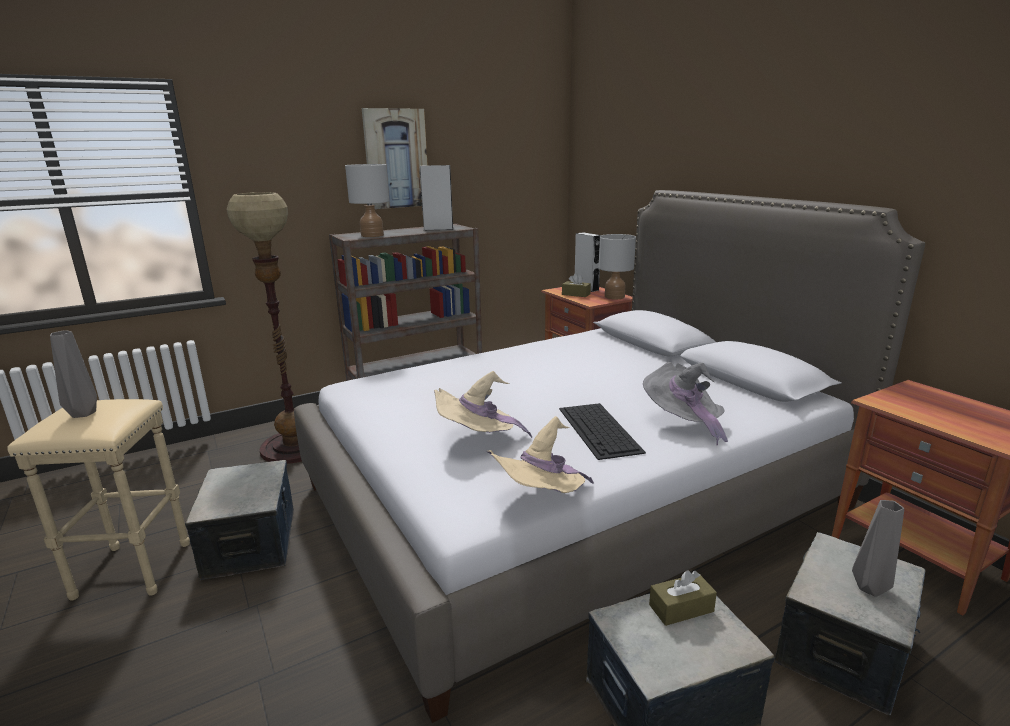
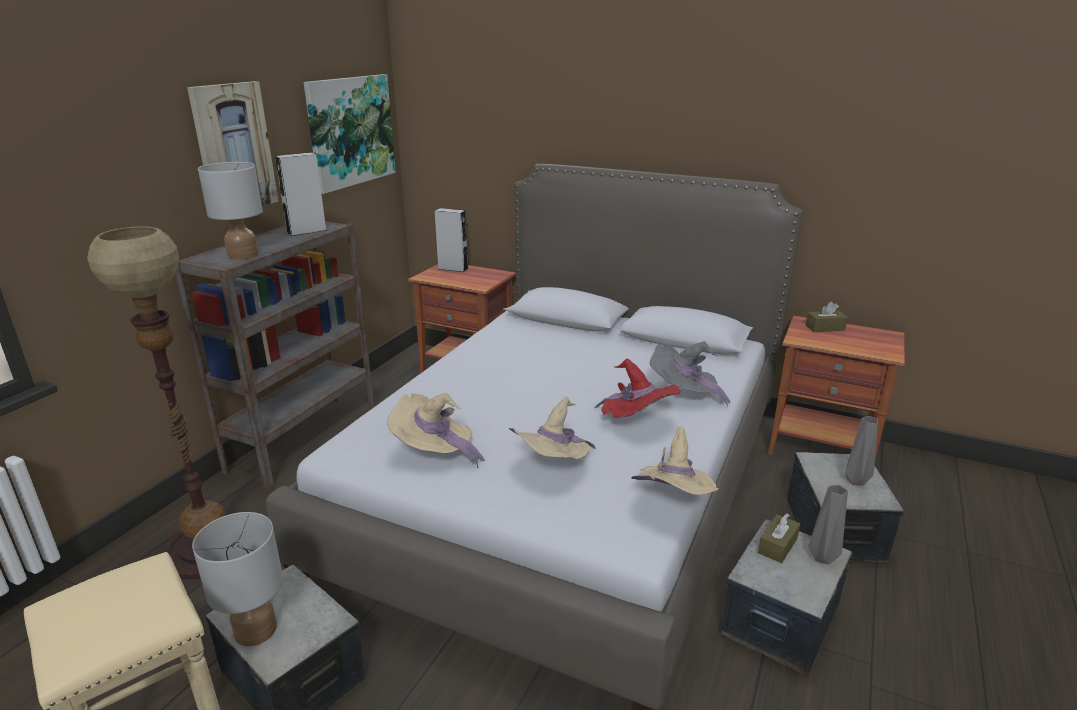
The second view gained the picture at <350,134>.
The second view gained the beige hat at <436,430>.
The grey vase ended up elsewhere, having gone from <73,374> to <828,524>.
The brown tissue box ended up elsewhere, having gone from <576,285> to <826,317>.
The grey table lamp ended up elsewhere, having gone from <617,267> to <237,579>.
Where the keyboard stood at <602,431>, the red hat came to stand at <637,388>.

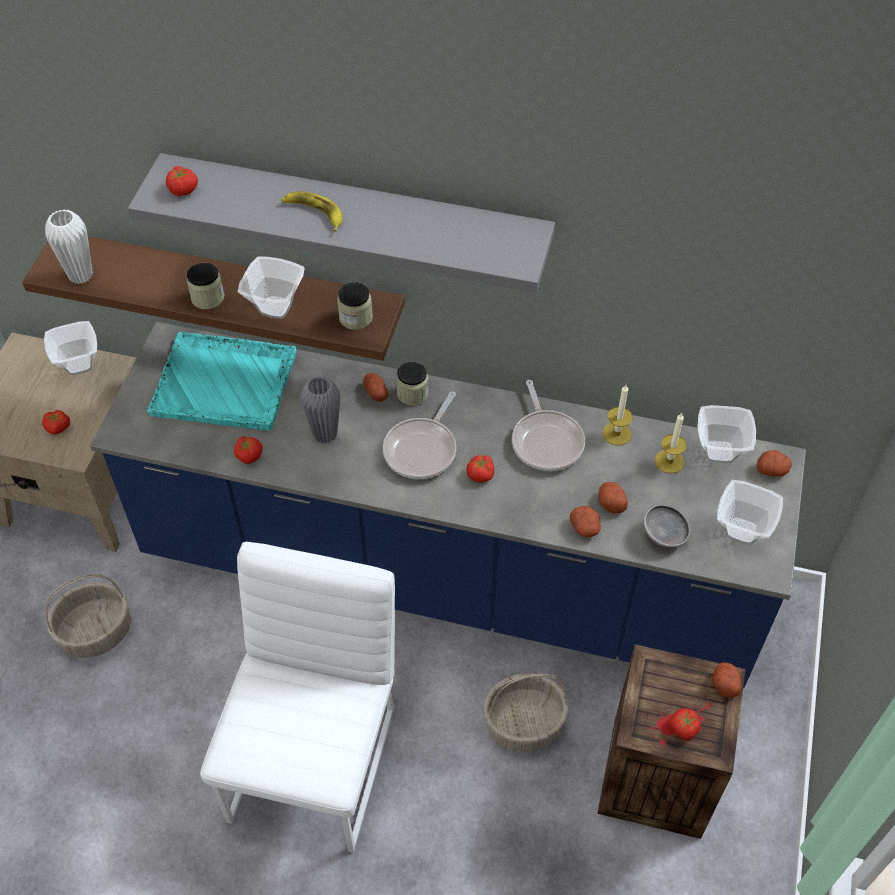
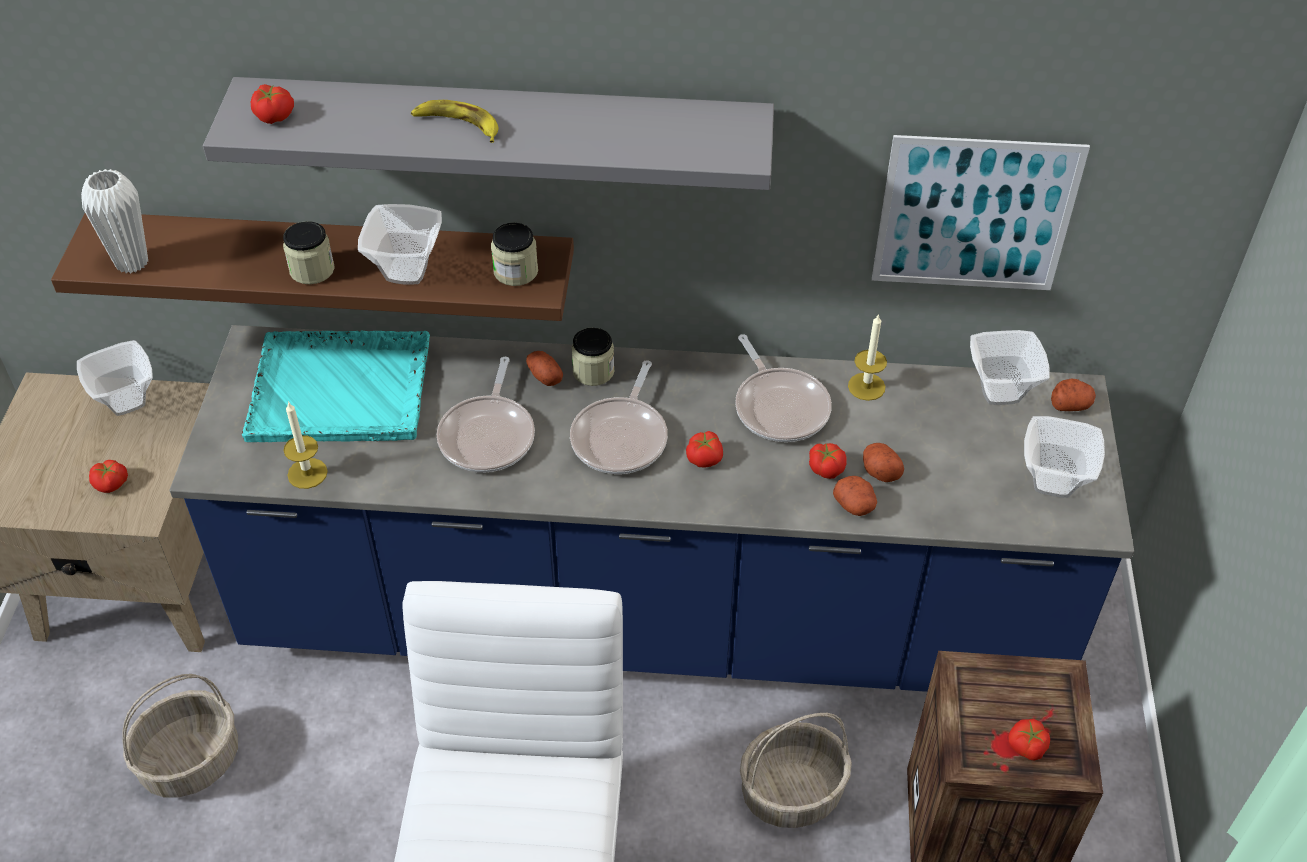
The second view lost the grey bowl at <666,526>.
The second view lost the potato at <726,680>.
The second view gained the picture at <981,212>.
The tomato ended up elsewhere, having gone from <248,450> to <828,461>.
The candle ended up elsewhere, having gone from <671,442> to <305,445>.
Where the grey vase stood at <320,410>, the frying pan came to stand at <486,414>.

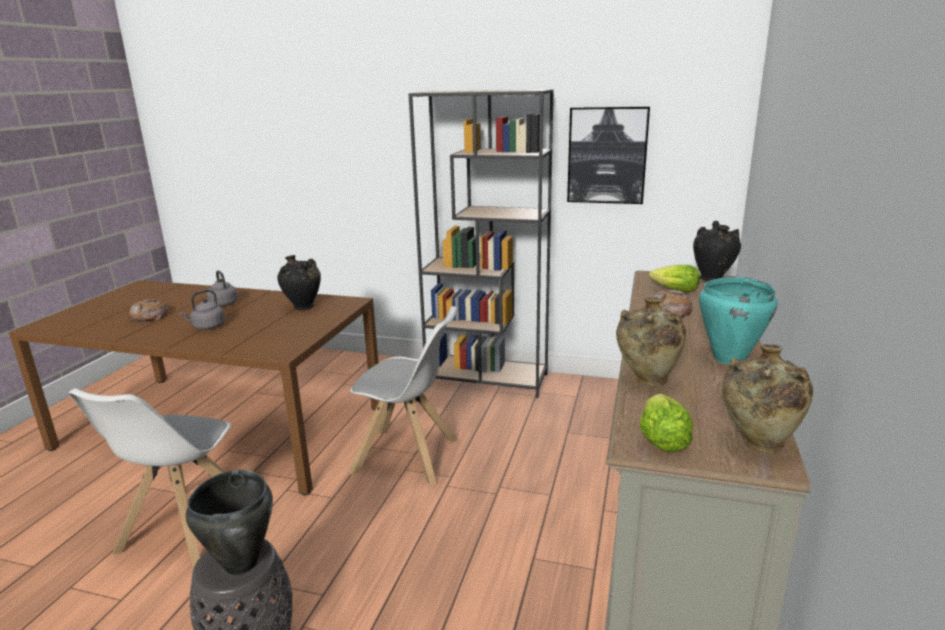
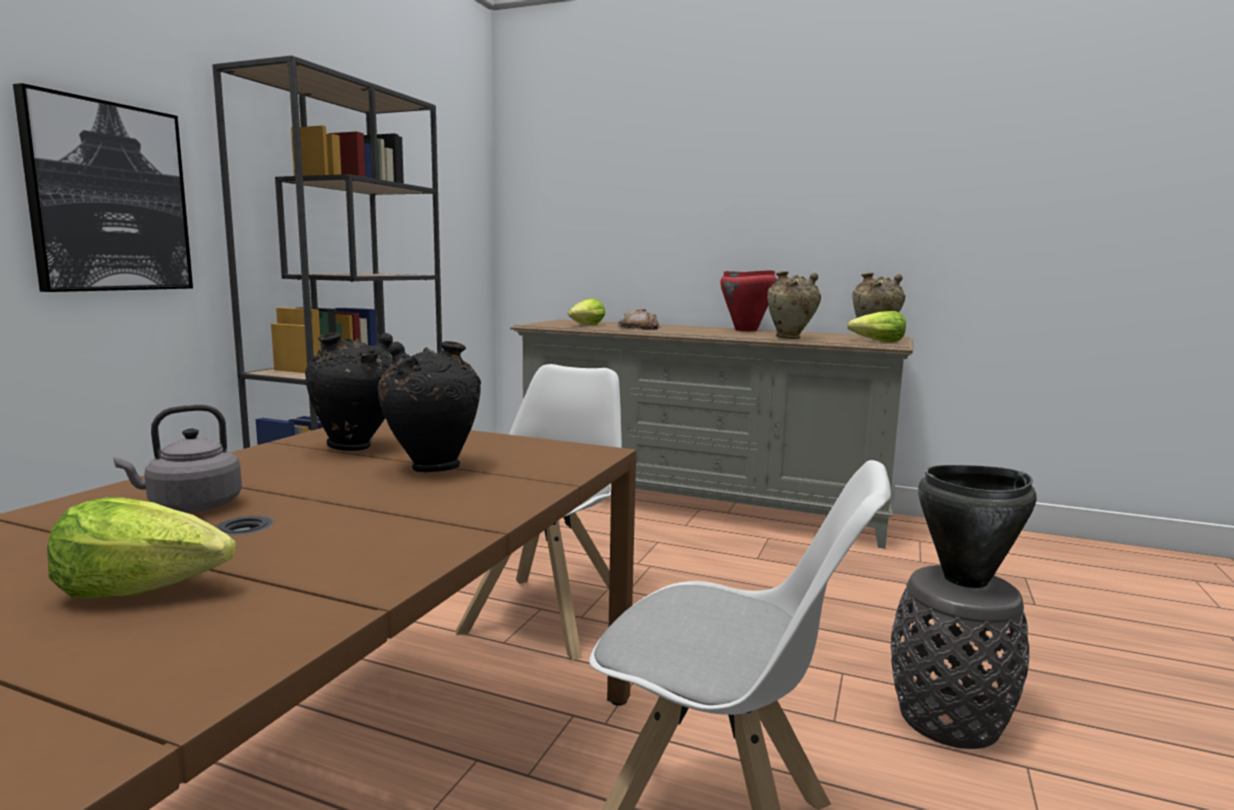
The second view lost the grey kettle at <202,310>.
The picture ended up elsewhere, having gone from <608,155> to <103,187>.
The black vase ended up elsewhere, having gone from <717,251> to <429,406>.
Where the bread stood at <148,310>, the lettuce came to stand at <141,547>.
What was the turquoise cooking pot at <738,321> turned into the red cooking pot at <748,300>.

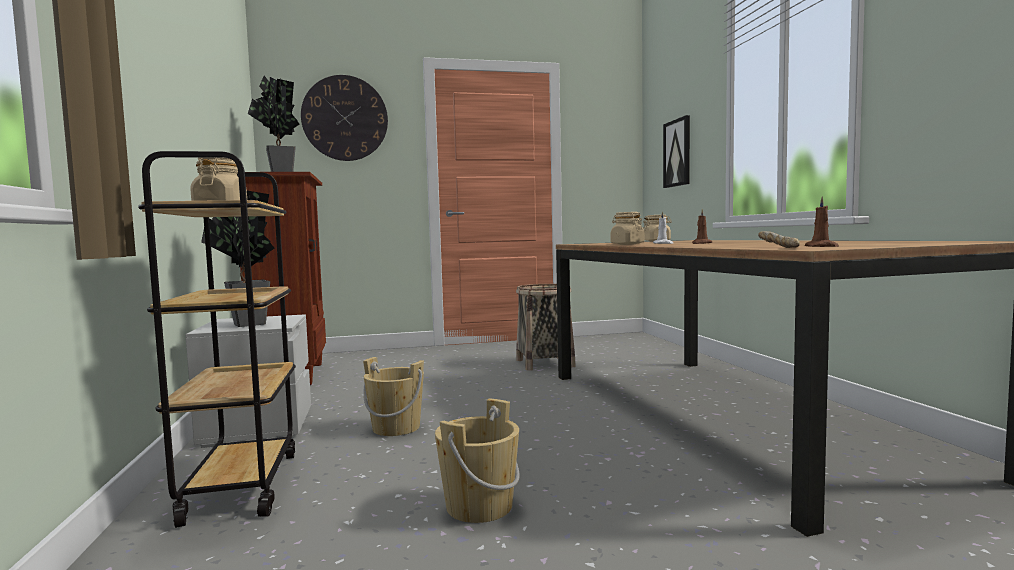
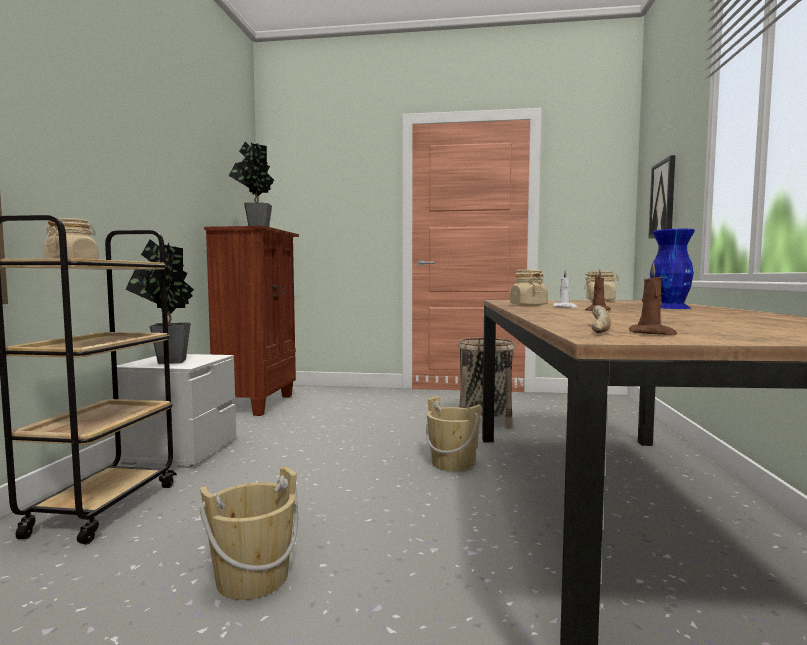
The second view lost the wall clock at <344,118>.
The second view gained the blue vase at <672,269>.
The beige bucket ended up elsewhere, having gone from <393,396> to <453,433>.

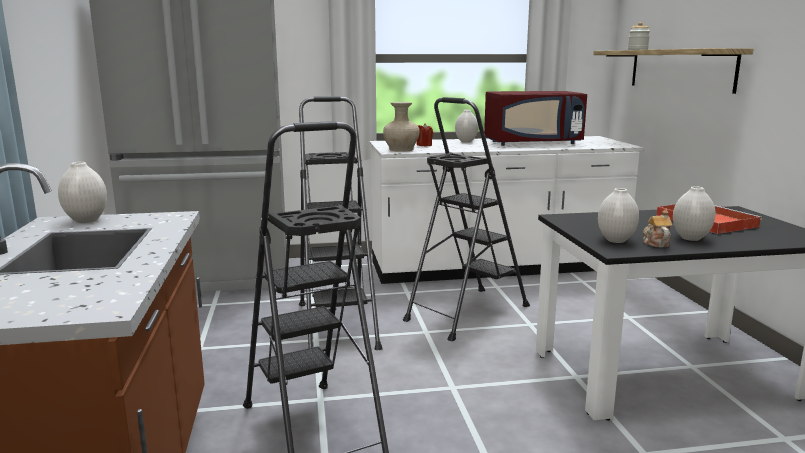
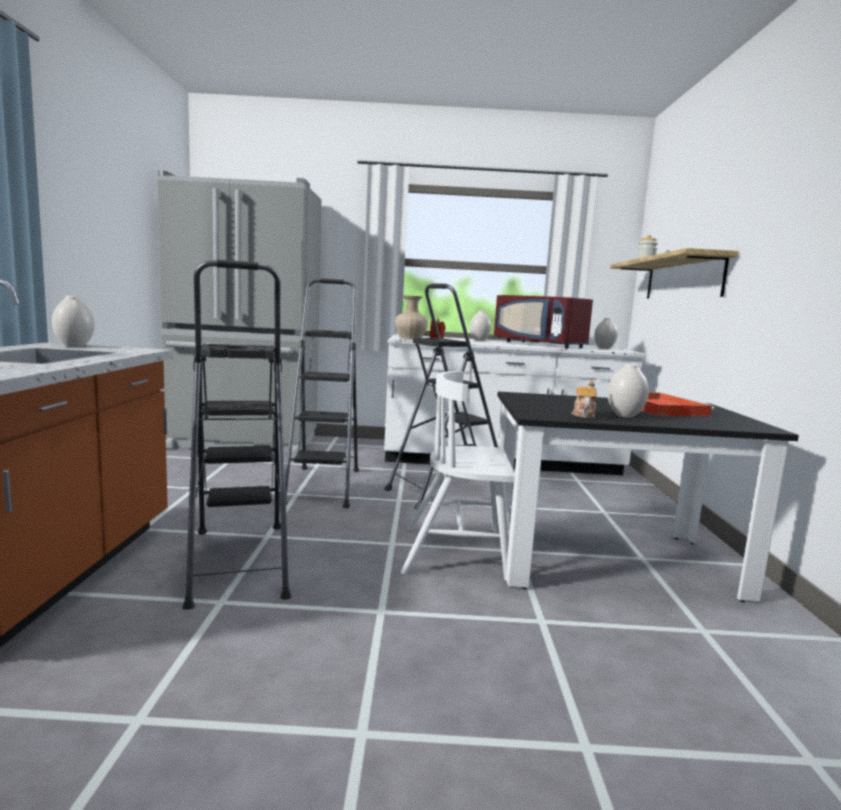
The second view gained the white chair at <458,476>.
The white vase ended up elsewhere, having gone from <618,215> to <606,333>.
The red microwave at <535,118> ended up facing another way, 45 degrees clockwise from before.

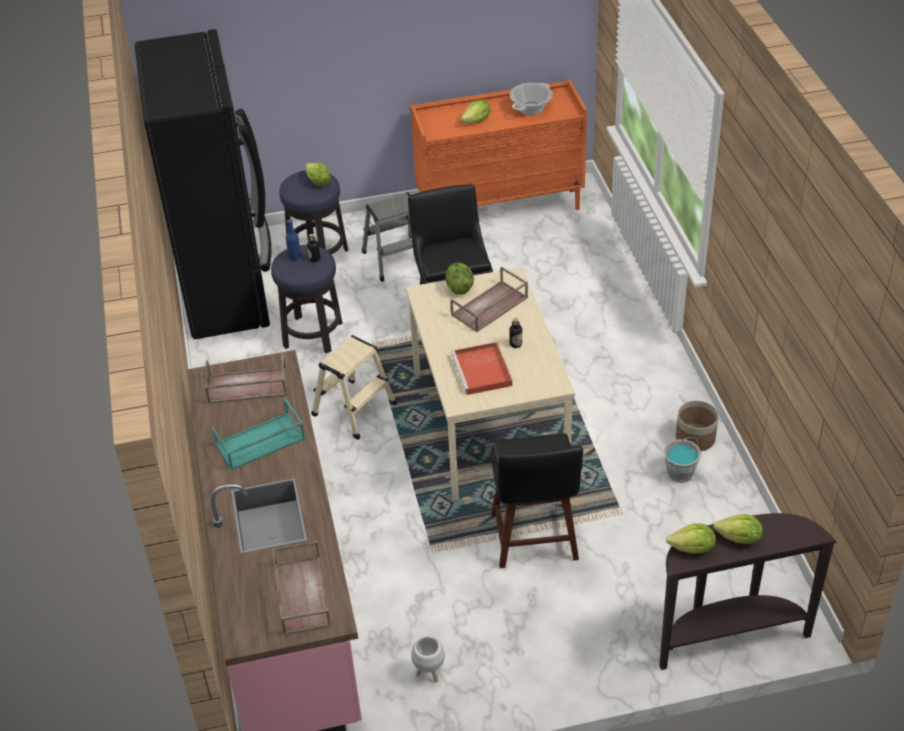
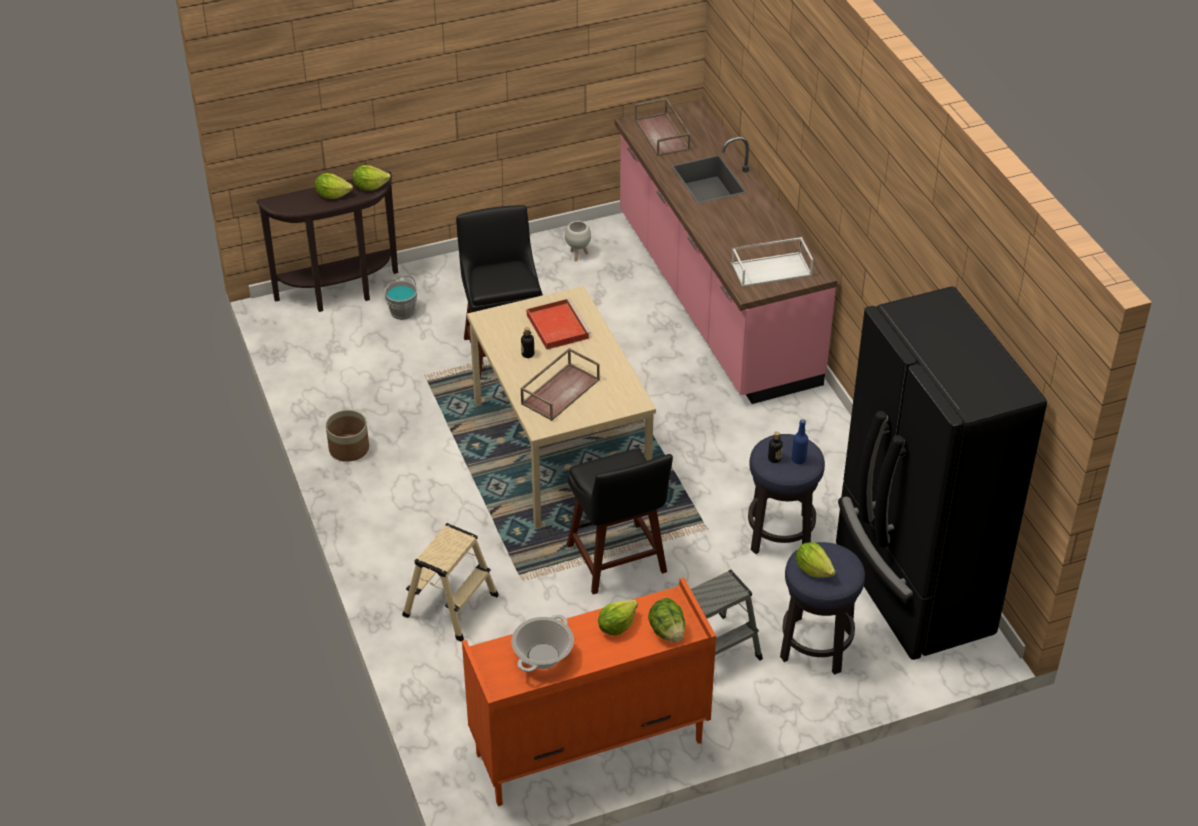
The second view lost the turquoise tray at <259,434>.
The beige step ladder ended up elsewhere, having gone from <354,387> to <450,582>.
The lettuce ended up elsewhere, having gone from <459,279> to <666,620>.
The grey bucket ended up elsewhere, having gone from <682,460> to <401,298>.
What was the brown tray at <246,378> turned into the white tray at <772,262>.

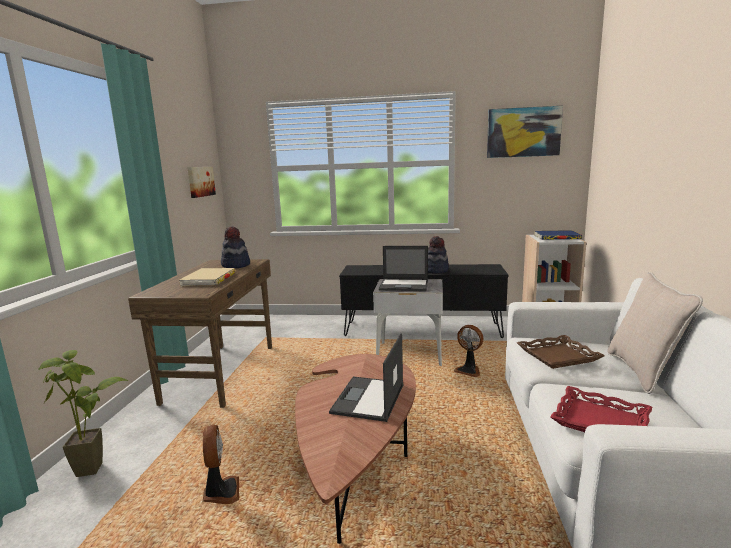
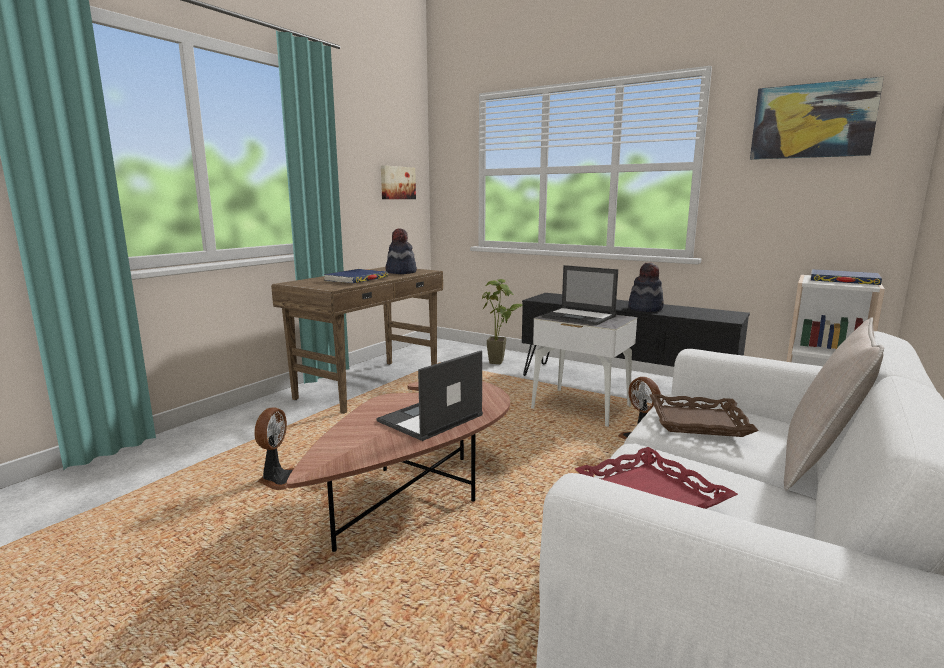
The potted plant ended up elsewhere, having gone from <83,413> to <502,321>.
What was the beige book at <207,277> turned into the blue book at <355,276>.

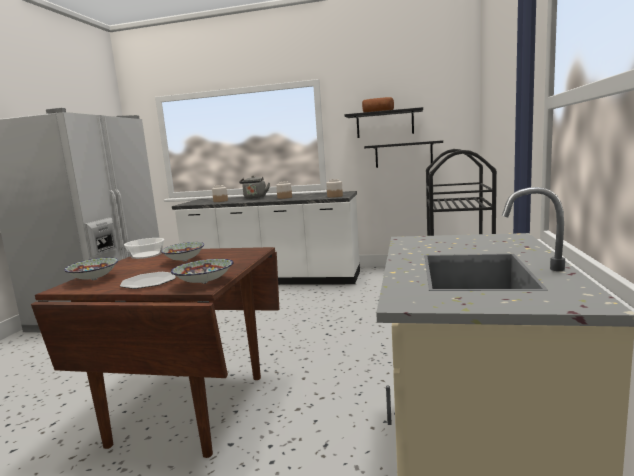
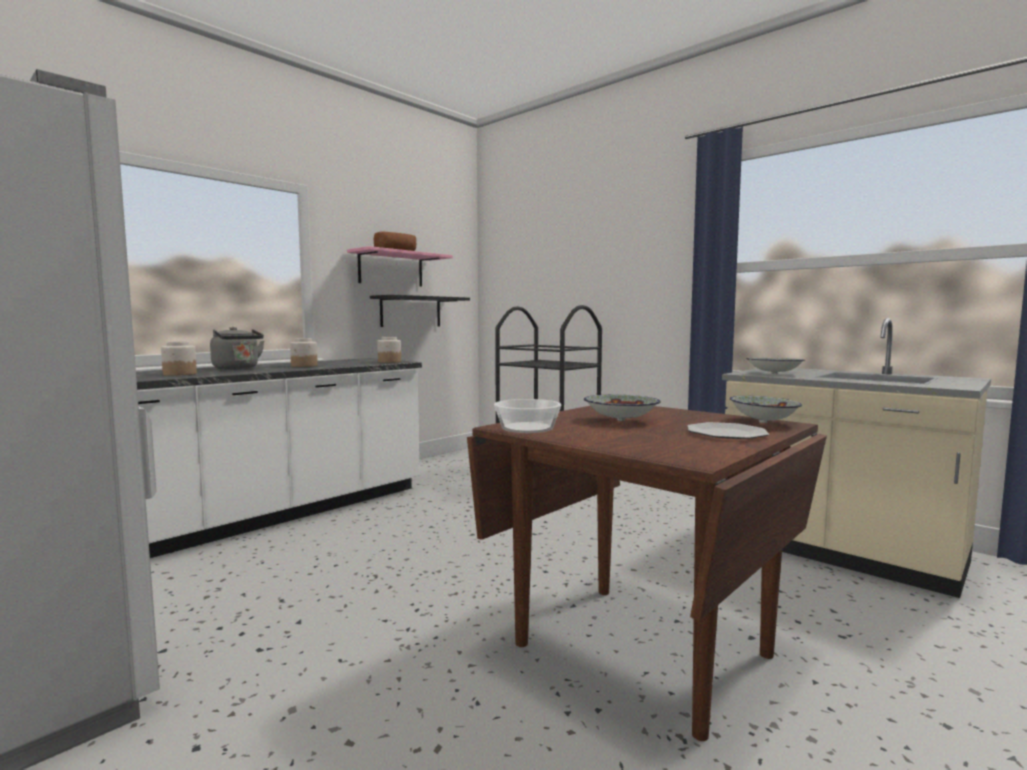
The bowl ended up elsewhere, having gone from <91,268> to <775,366>.
What was the black shelf at <383,122> turned into the pink shelf at <400,266>.

